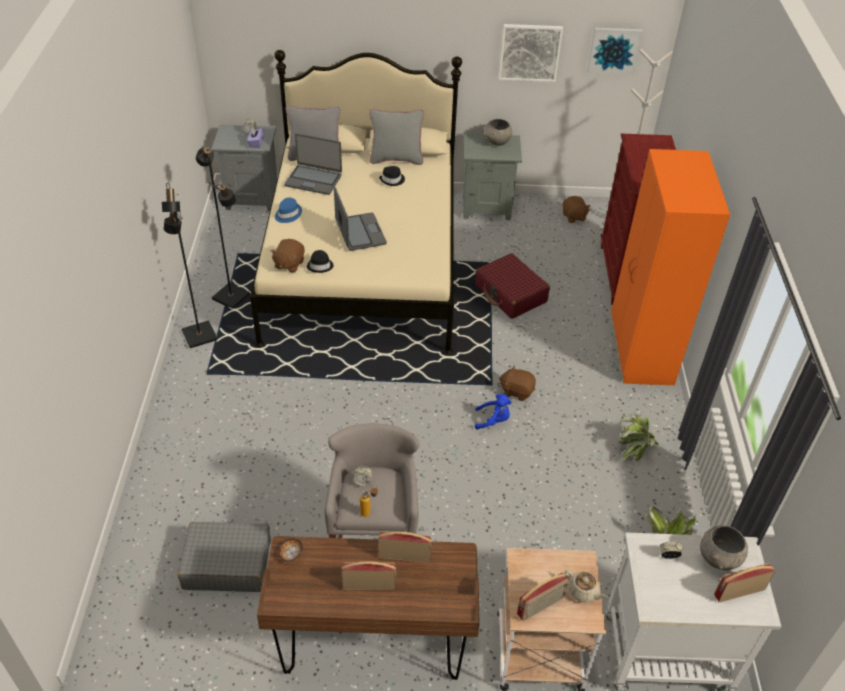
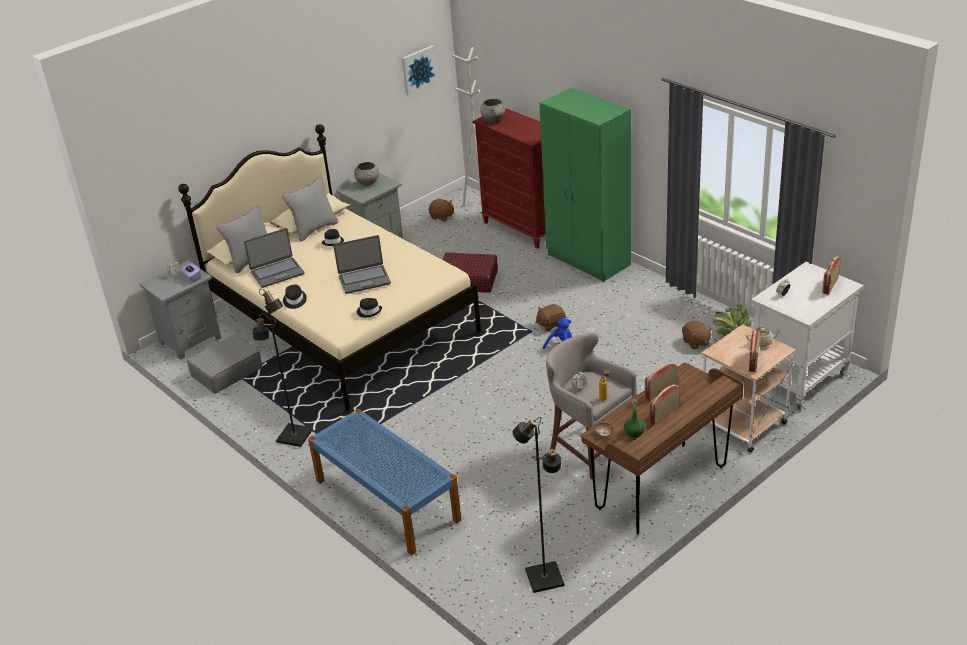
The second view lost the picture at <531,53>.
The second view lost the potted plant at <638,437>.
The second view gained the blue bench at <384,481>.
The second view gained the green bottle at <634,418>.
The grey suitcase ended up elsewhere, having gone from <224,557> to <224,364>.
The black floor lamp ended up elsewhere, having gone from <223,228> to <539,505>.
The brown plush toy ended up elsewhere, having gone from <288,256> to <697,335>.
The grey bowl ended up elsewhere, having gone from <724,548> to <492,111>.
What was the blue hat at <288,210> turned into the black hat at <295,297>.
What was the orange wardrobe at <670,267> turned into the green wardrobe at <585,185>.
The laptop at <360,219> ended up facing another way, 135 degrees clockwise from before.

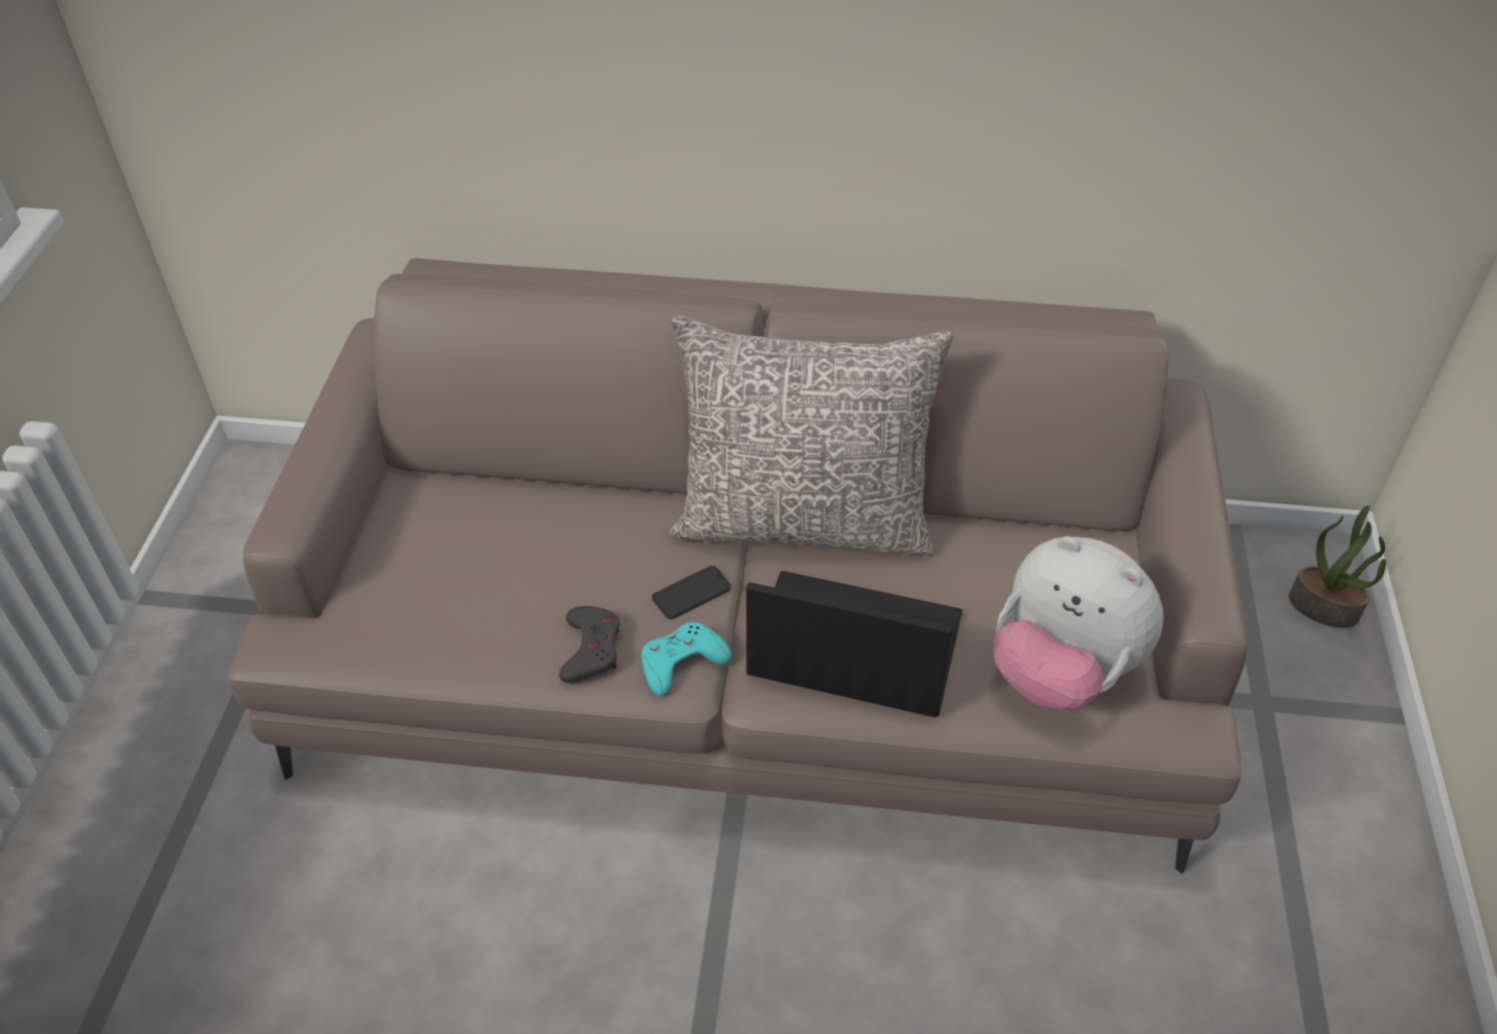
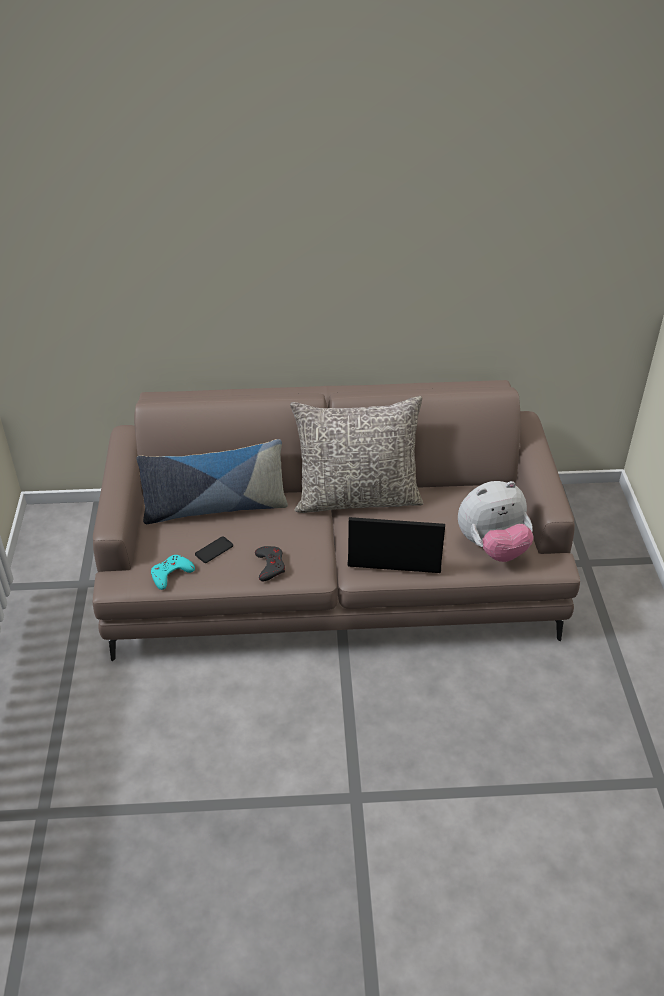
The second view lost the potted plant at <1337,566>.
The second view gained the pillow at <212,481>.
The turquoise game controller ended up elsewhere, having gone from <686,659> to <173,572>.
The phone ended up elsewhere, having gone from <691,592> to <214,549>.
The plush toy at <1078,622> ended up facing another way, 45 degrees counterclockwise from before.

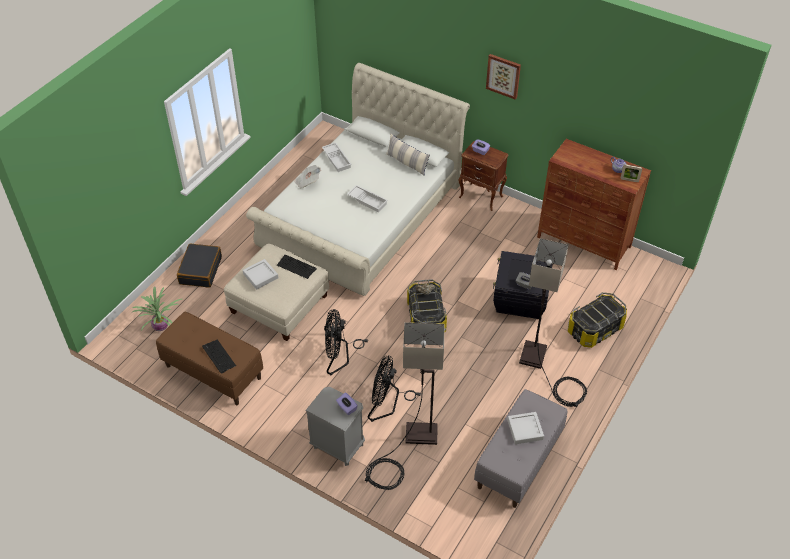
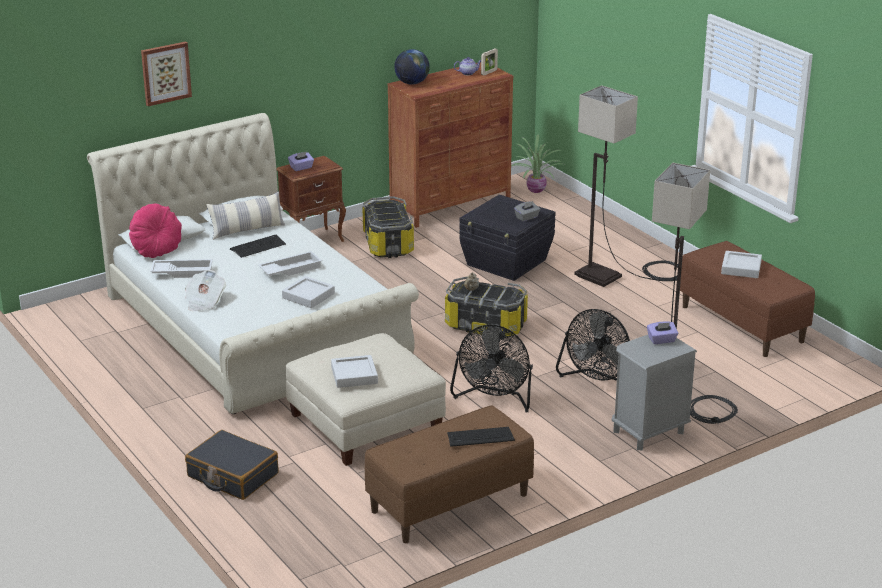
The second view gained the pink pillow at <155,230>.
The second view gained the grey tray at <308,292>.
The second view gained the globe at <412,67>.
The potted plant ended up elsewhere, having gone from <157,308> to <536,163>.
The keyboard ended up elsewhere, having gone from <297,267> to <258,246>.
The picture ended up elsewhere, having gone from <503,77> to <166,73>.
The storage box ended up elsewhere, having gone from <597,320> to <388,227>.
What was the grey bench at <520,448> turned into the brown bench at <747,299>.

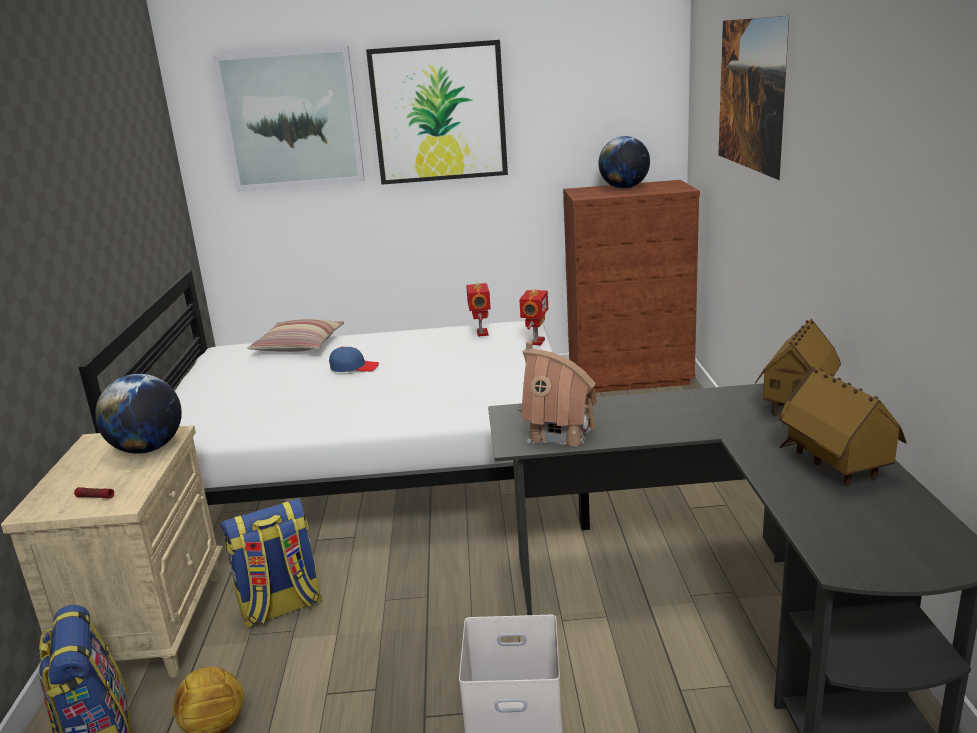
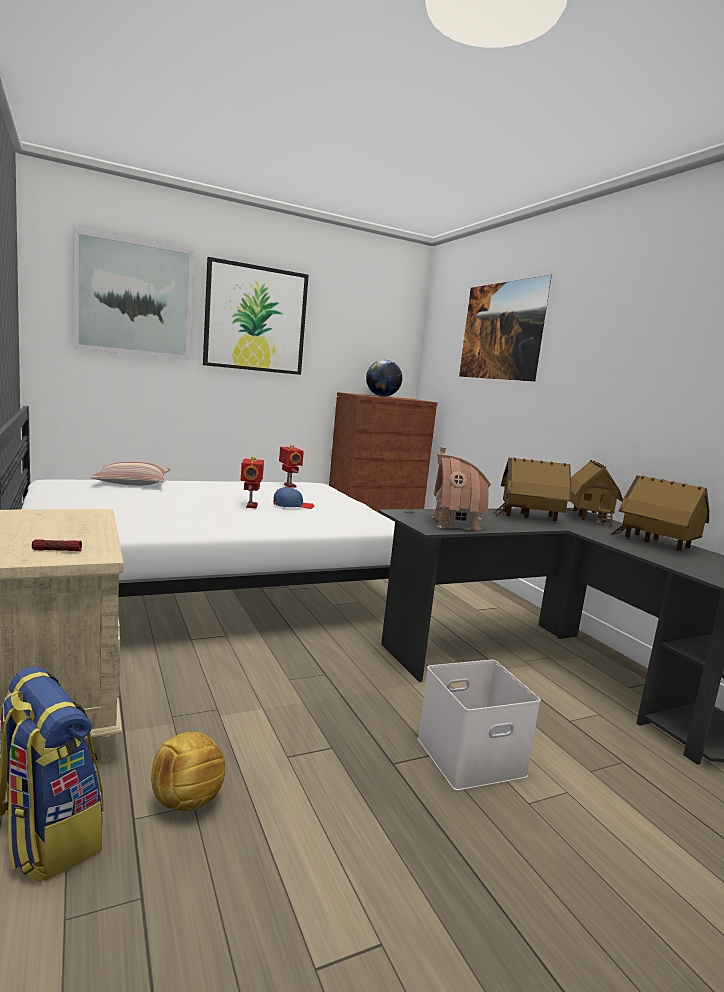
The second view lost the globe at <138,414>.
The second view lost the backpack at <271,563>.
The second view gained the toy house at <532,489>.
The blue cap ended up elsewhere, having gone from <354,359> to <293,498>.
The toy robot ended up elsewhere, having gone from <533,317> to <252,482>.

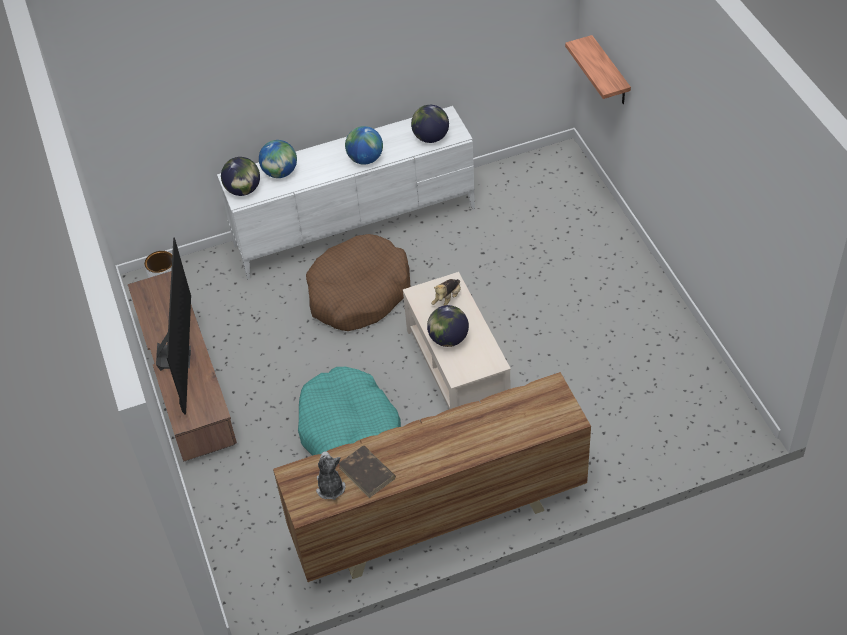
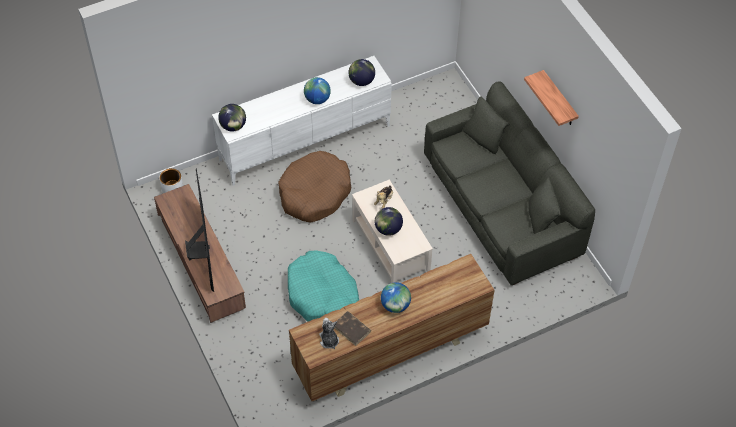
The second view gained the grey sofa at <509,183>.
The globe ended up elsewhere, having gone from <278,159> to <396,297>.
The shelf ended up elsewhere, having gone from <598,69> to <551,98>.

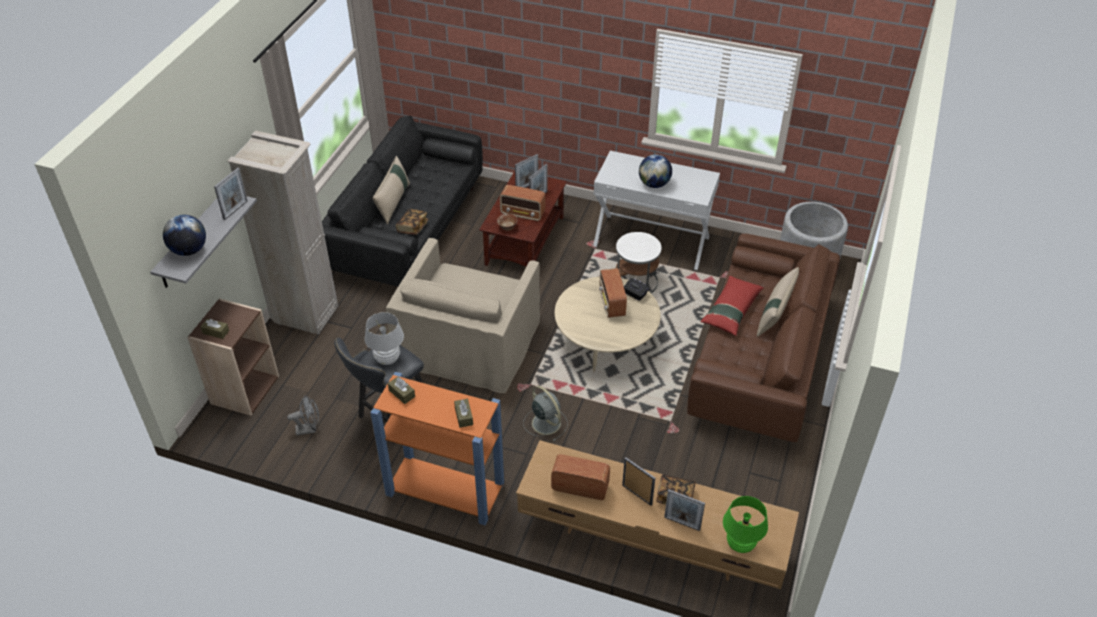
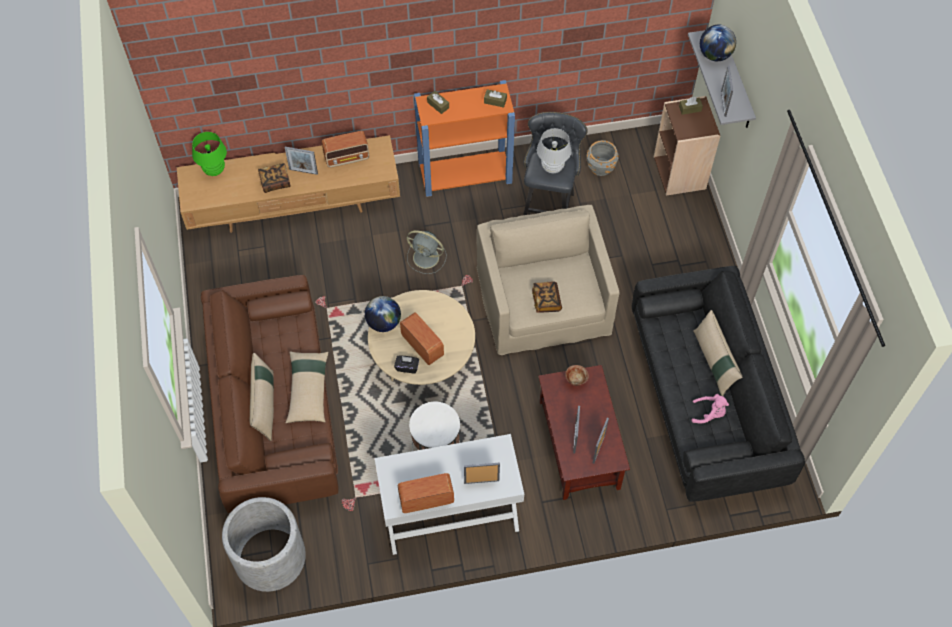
The second view lost the beige cabinet at <282,232>.
The second view gained the pink plush toy at <710,408>.
The book ended up elsewhere, having gone from <412,222> to <547,297>.
The radio ended up elsewhere, having gone from <522,203> to <426,493>.
The globe ended up elsewhere, having gone from <655,171> to <383,314>.
The picture frame ended up elsewhere, having gone from <684,510> to <482,473>.
Where the grey fan stood at <303,416>, the grey planter came to stand at <602,158>.
What was the red pillow at <732,306> turned into the beige pillow at <307,387>.

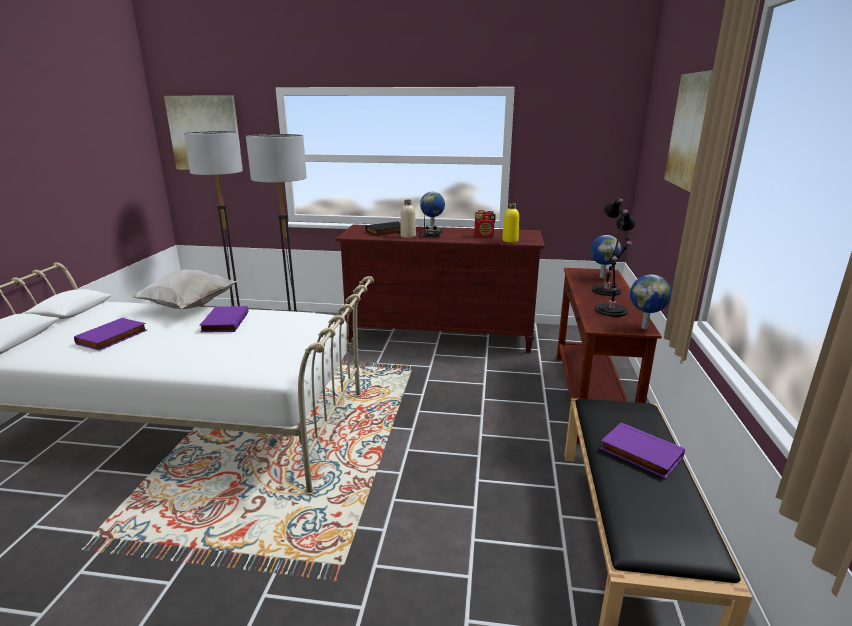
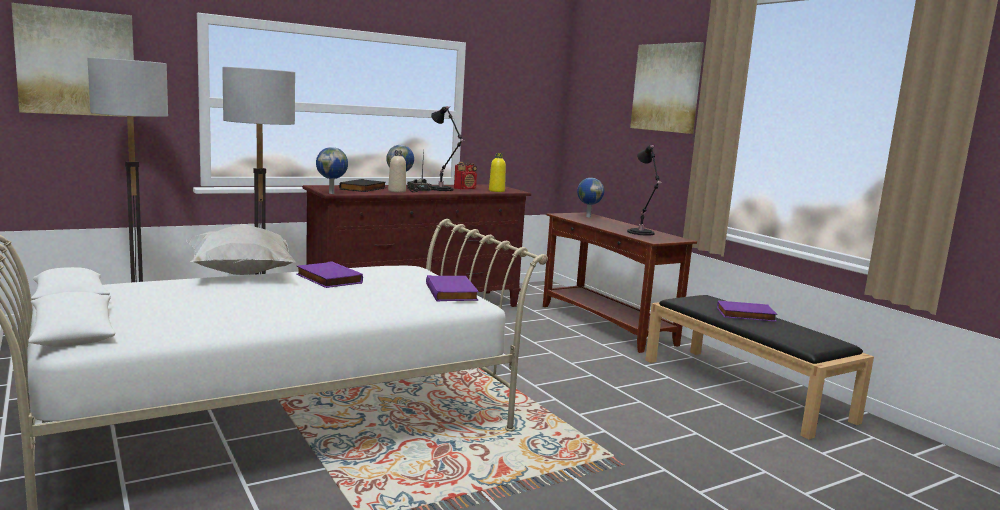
The purple book ended up elsewhere, having gone from <110,334> to <452,288>.
The black table lamp ended up elsewhere, having gone from <612,247> to <447,148>.
The globe ended up elsewhere, having gone from <651,302> to <332,170>.

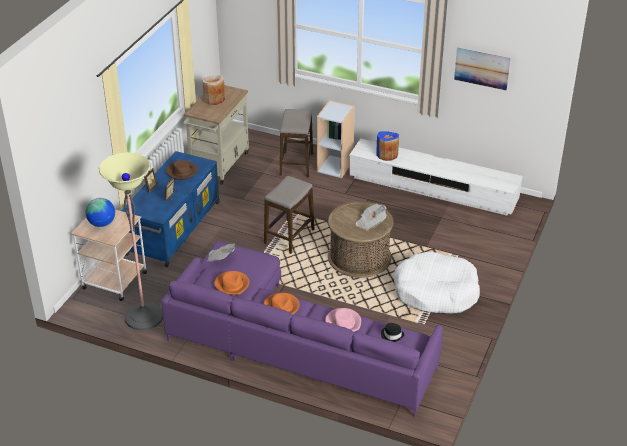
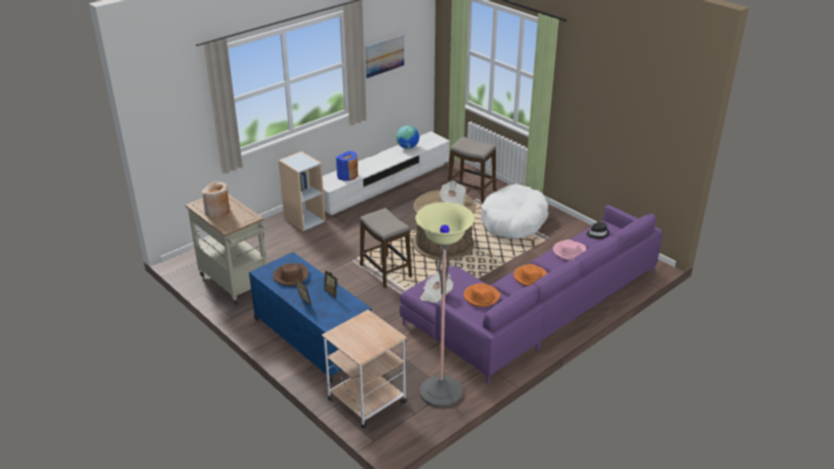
The globe ended up elsewhere, having gone from <100,212> to <407,137>.
The stool ended up elsewhere, having gone from <296,143> to <472,170>.

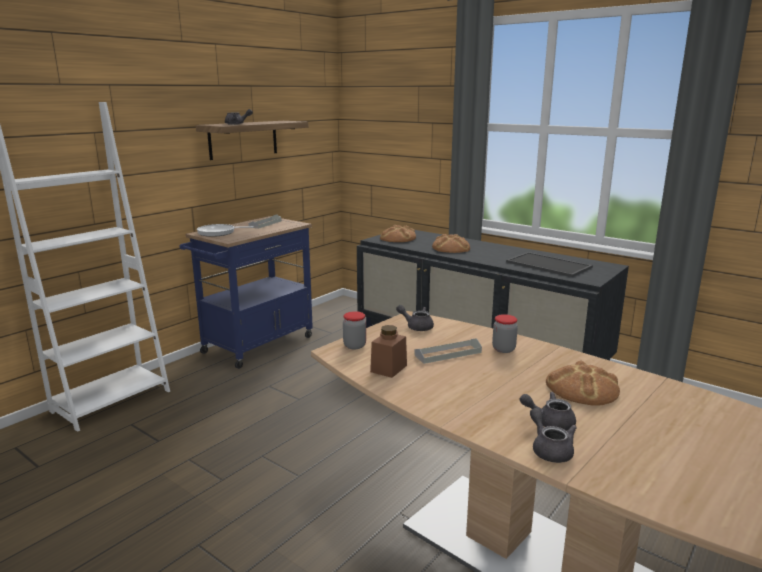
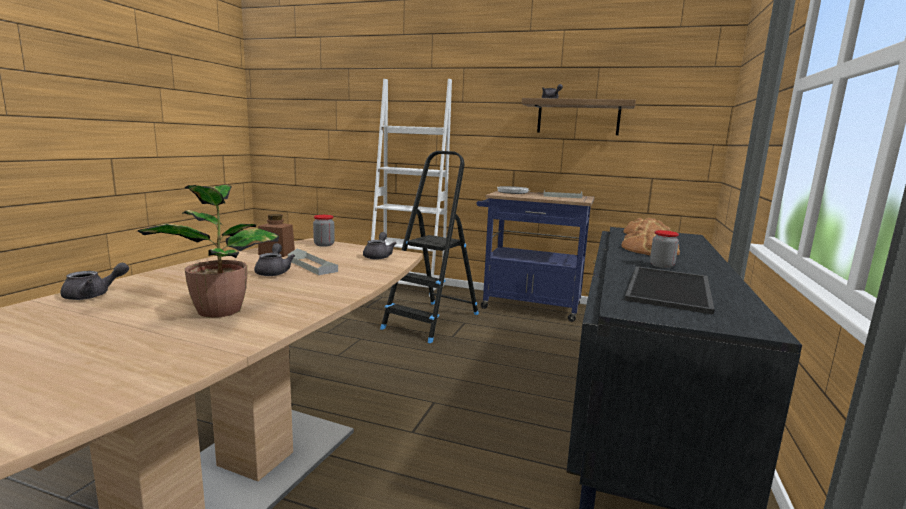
The second view gained the black step ladder at <429,247>.
The jar ended up elsewhere, having gone from <505,333> to <664,249>.
The grey teapot ended up elsewhere, having gone from <548,411> to <274,259>.
Where the bread stood at <583,383>, the potted plant came to stand at <208,251>.

